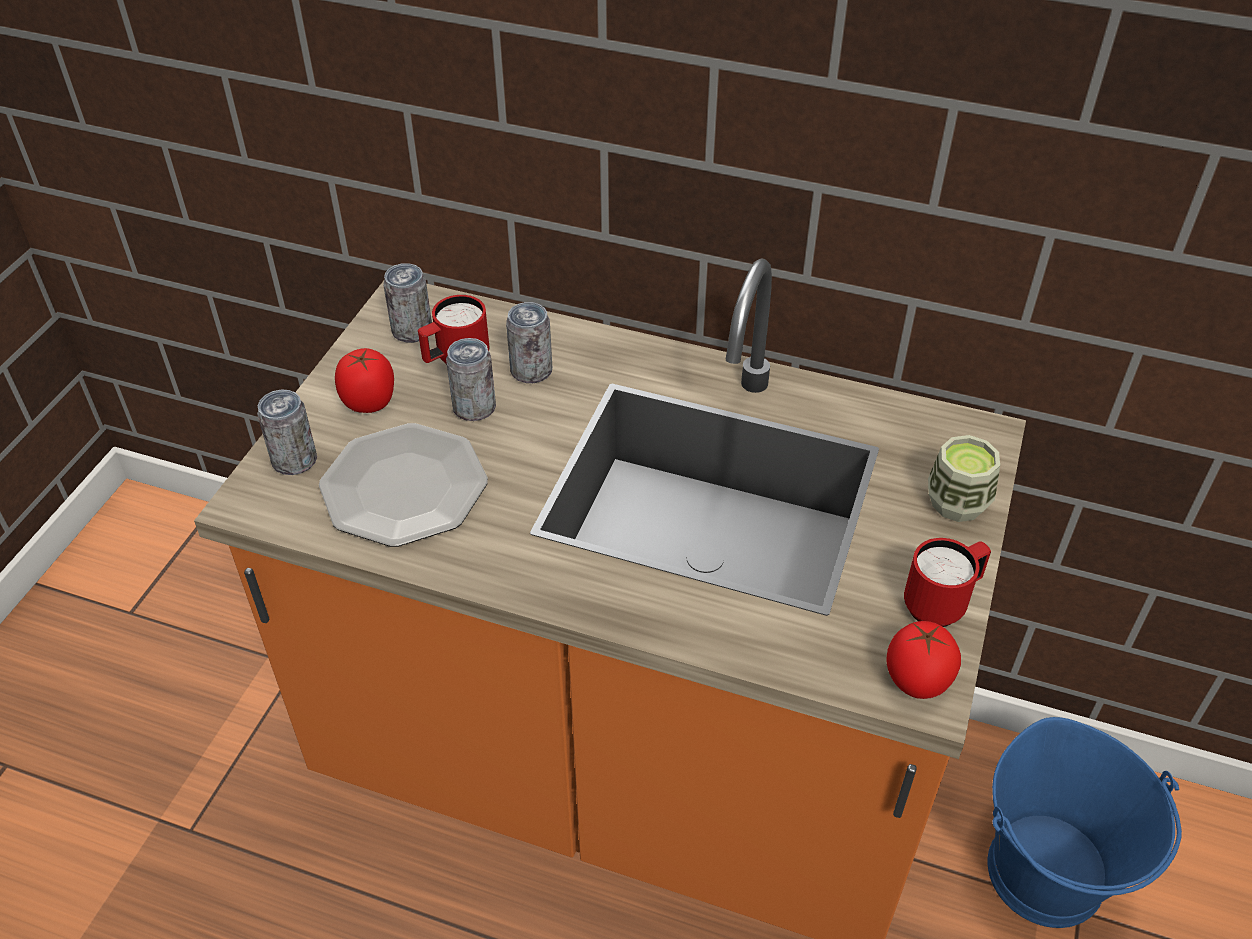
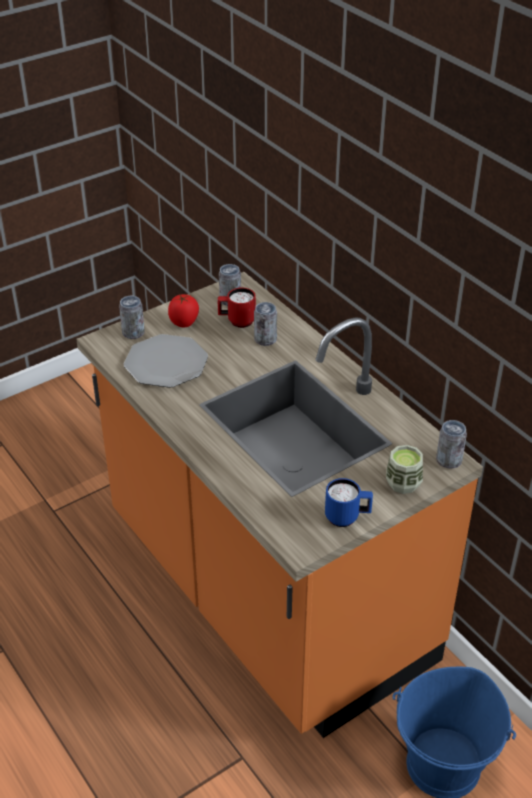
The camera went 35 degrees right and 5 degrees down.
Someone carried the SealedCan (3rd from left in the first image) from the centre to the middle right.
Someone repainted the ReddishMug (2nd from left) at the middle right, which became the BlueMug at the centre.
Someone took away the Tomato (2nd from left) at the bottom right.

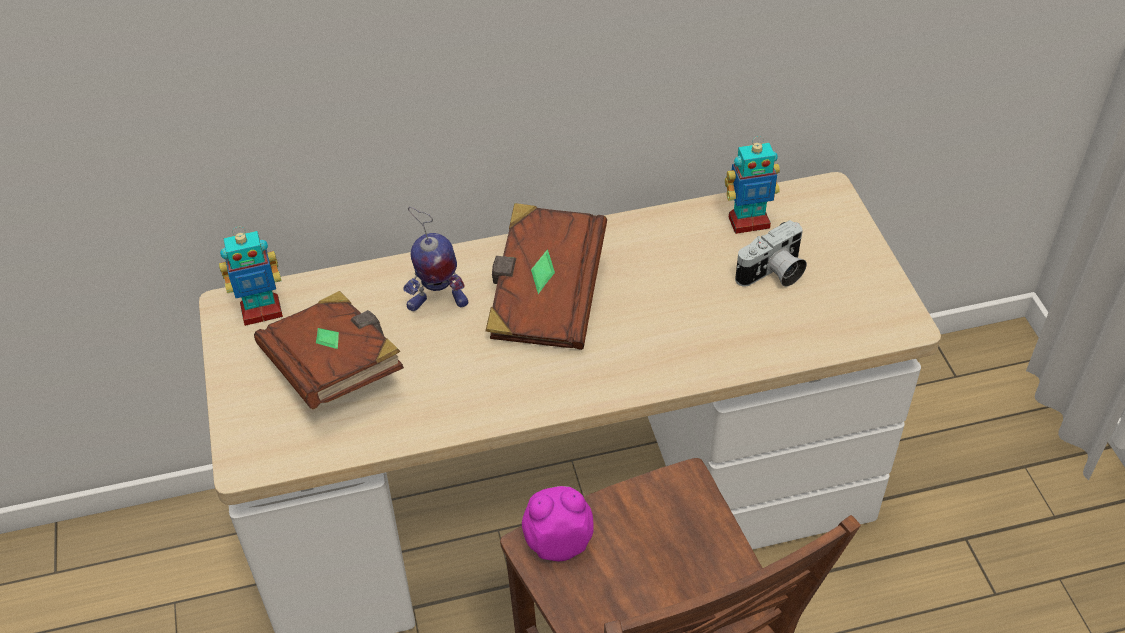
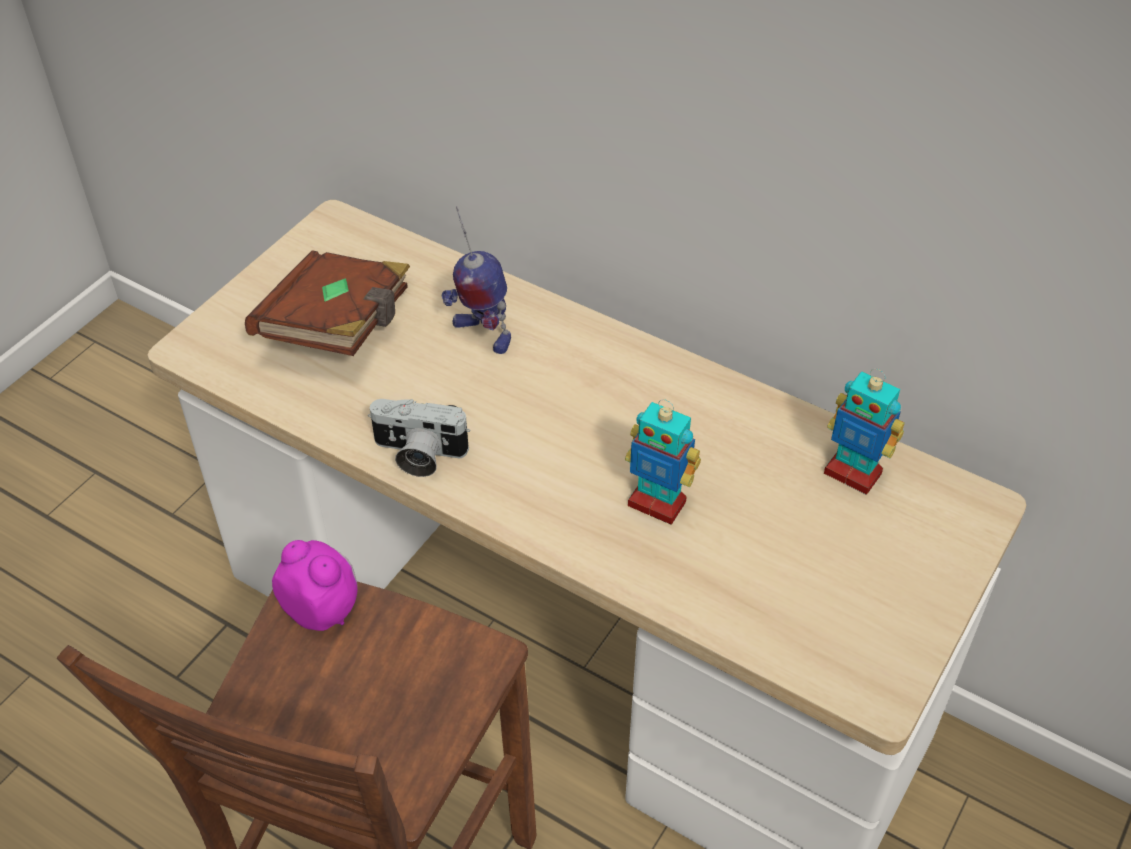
The camera went 45 degrees right and 0 degrees up.
Someone took away the BrownColouredBoundBook (2nd from left) at the centre.
Someone carried the PhotoCamera from the middle right to the centre.
Someone carried the RobotFigure (1st from left in the first image) from the middle left to the centre.

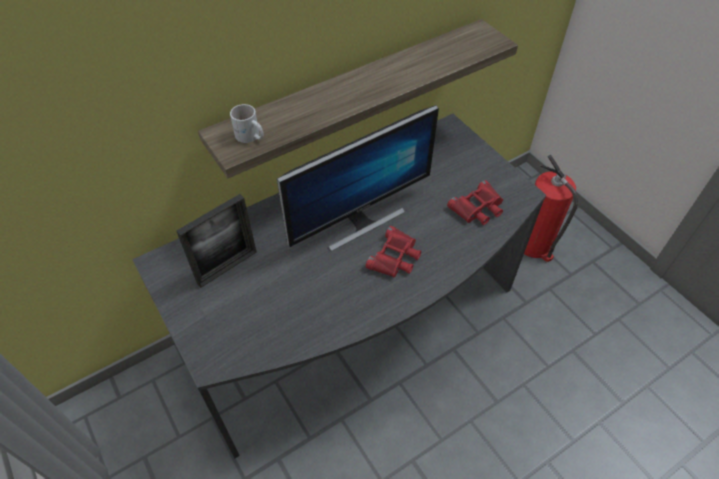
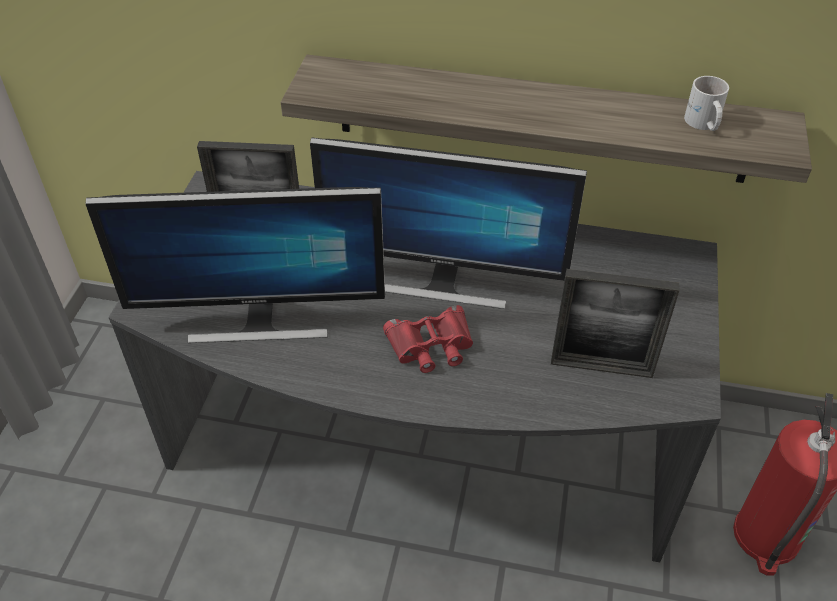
The camera went 45 degrees right and 5 degrees down.
Someone carried the WhitishMug from the top centre to the top right.
Someone swapped the ReddishFieldGlasses (2nd from left) at the centre for the PictureFrame (2nd from left) at the middle right.
Someone put down the ComputerDisplay (1st from left) at the middle left.

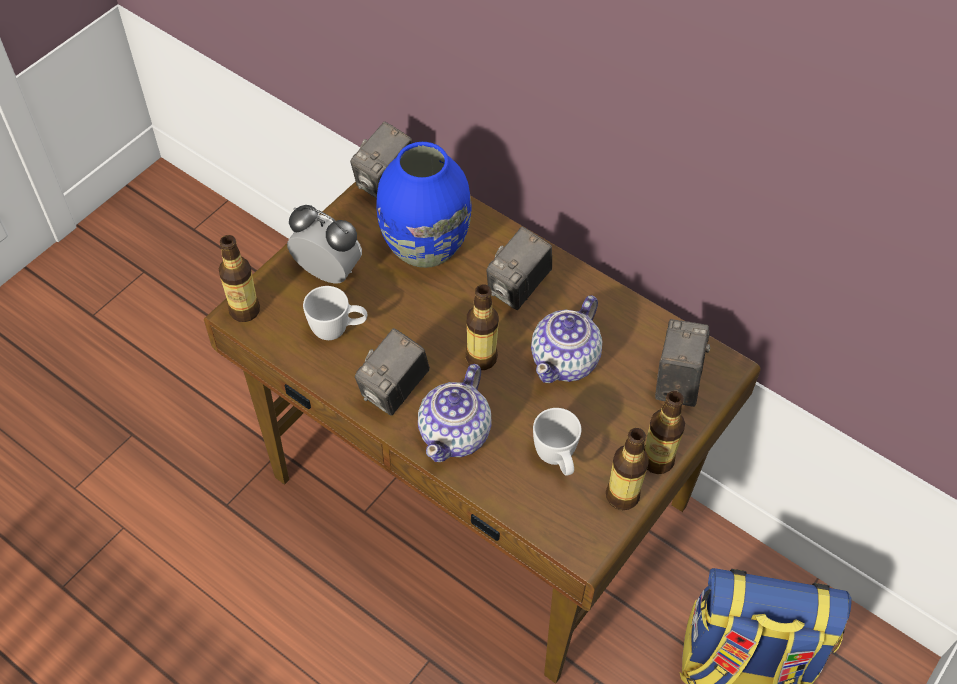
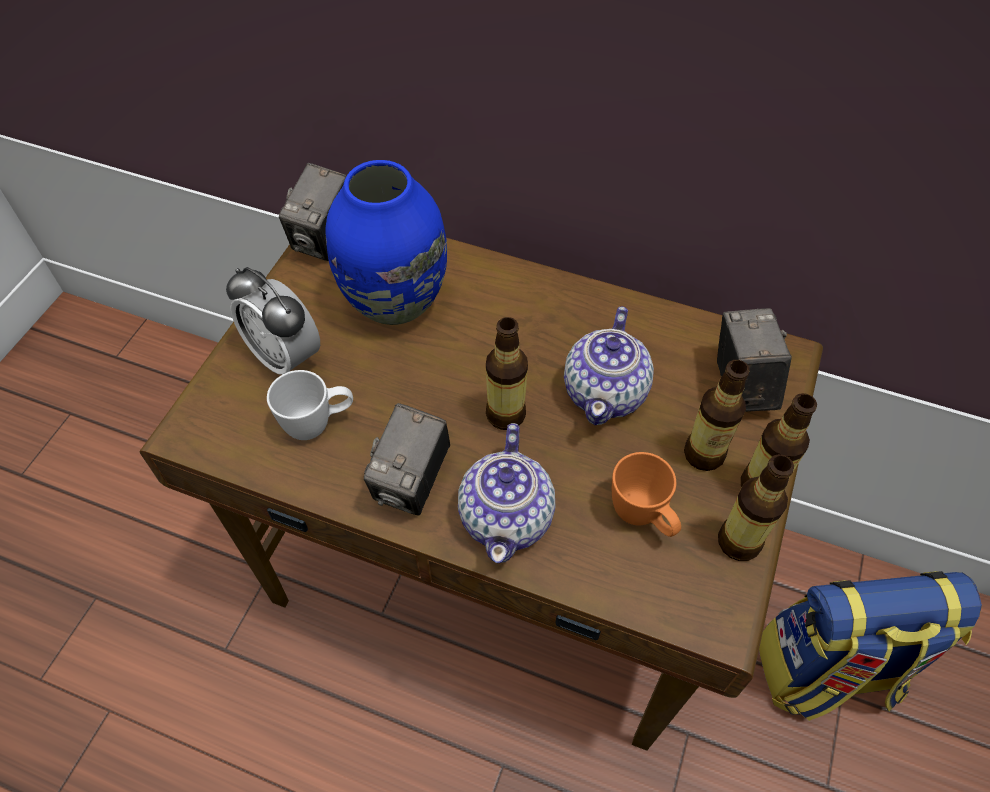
The camera went 15 degrees left and 0 degrees up.
Someone rotated the TableClock at the centre by 150 degrees counterclockwise.
Someone took away the PhotoCamera (3rd from left) at the centre.
Someone carried the Bottle (1st from left in the first image) from the middle left to the middle right.
Someone repainted the WhitishMug (2nd from left) at the centre, which became the OrangeyMug at the centre.

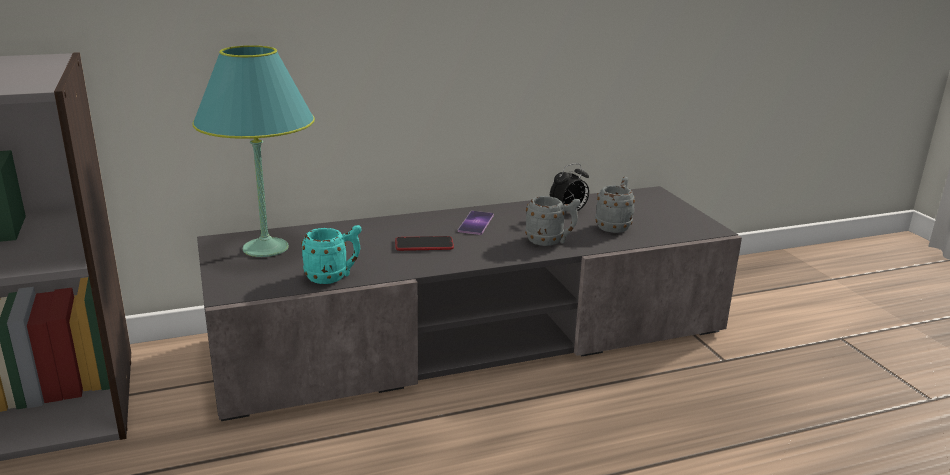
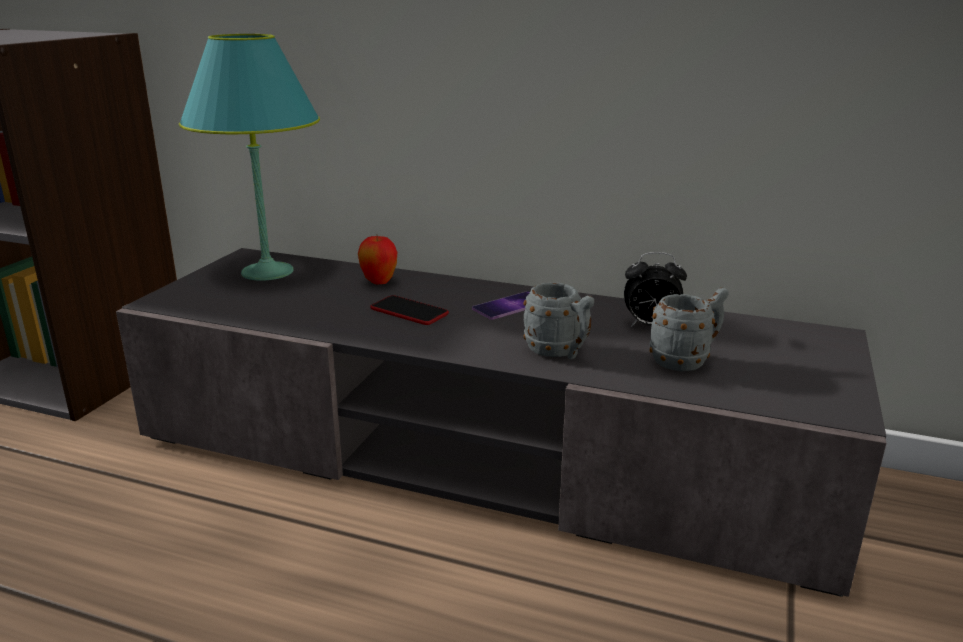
The camera went 40 degrees right and 0 degrees up.
Someone took away the TurquoiseMug at the centre.
Someone put down the Apple at the centre.

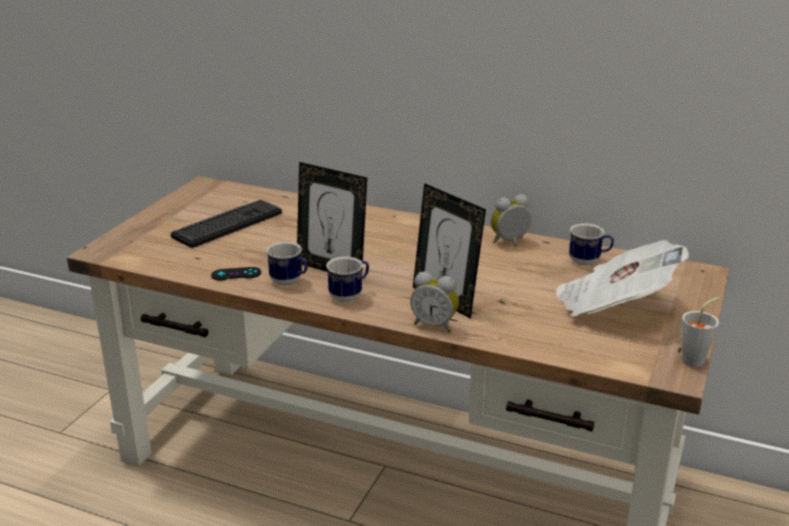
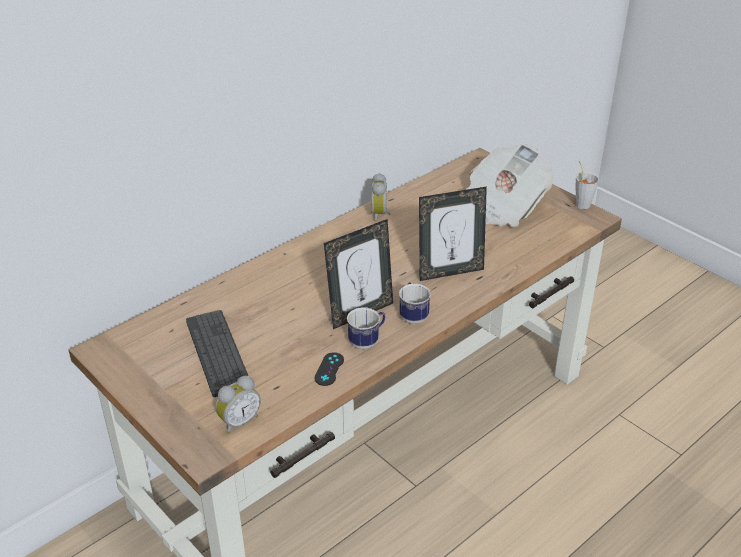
The camera went 65 degrees left and 10 degrees up.
Someone took away the Mug (3rd from left) at the middle right.
Someone carried the TableClock (1st from left) from the centre to the bottom left.

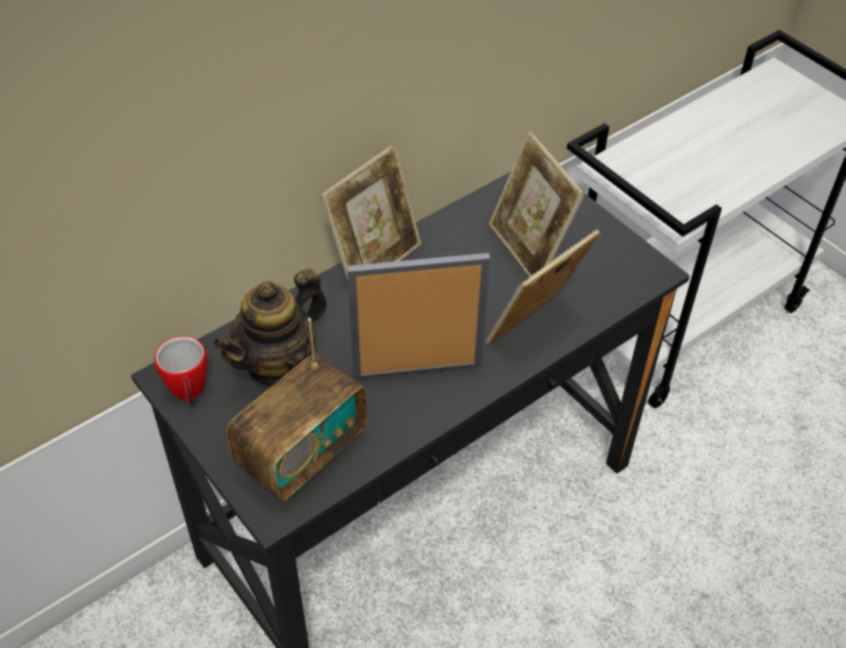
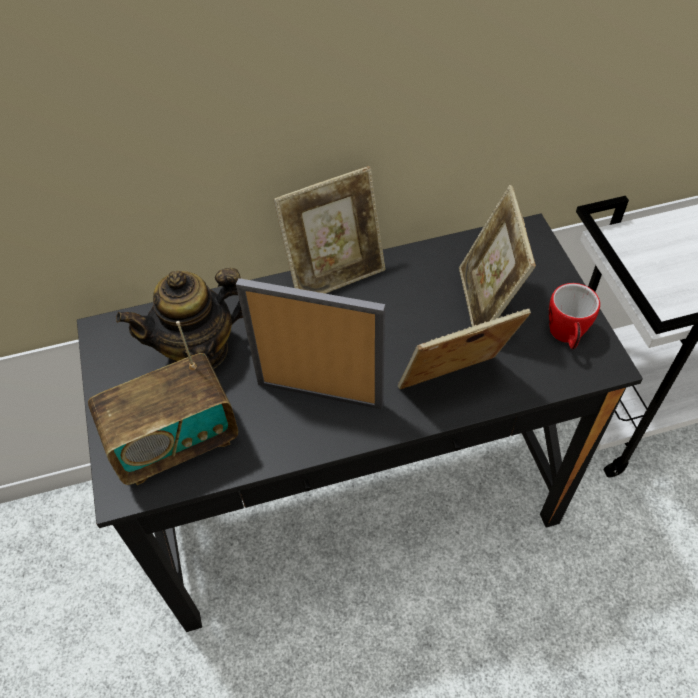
The camera went 25 degrees right and 5 degrees up.
Someone carried the Mug from the middle left to the middle right.

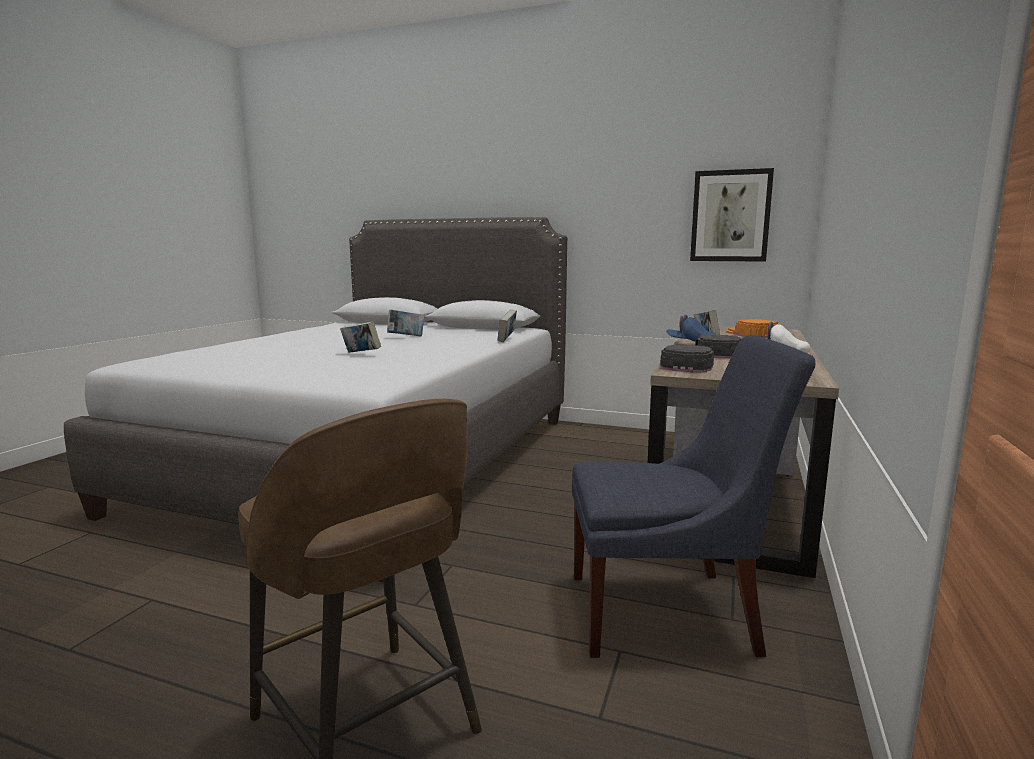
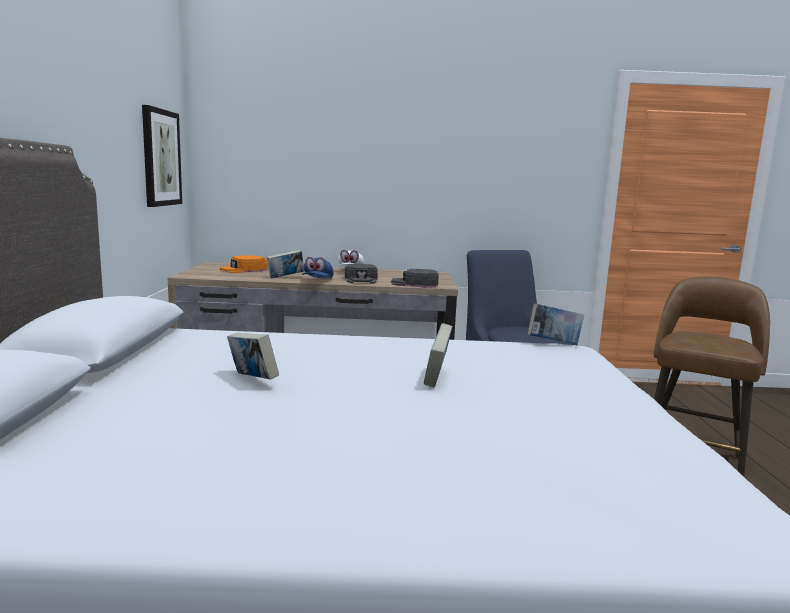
The camera went 110 degrees left and 0 degrees up.
Someone carried the BoundBook (3rd from left in the first image) from the centre to the middle right.

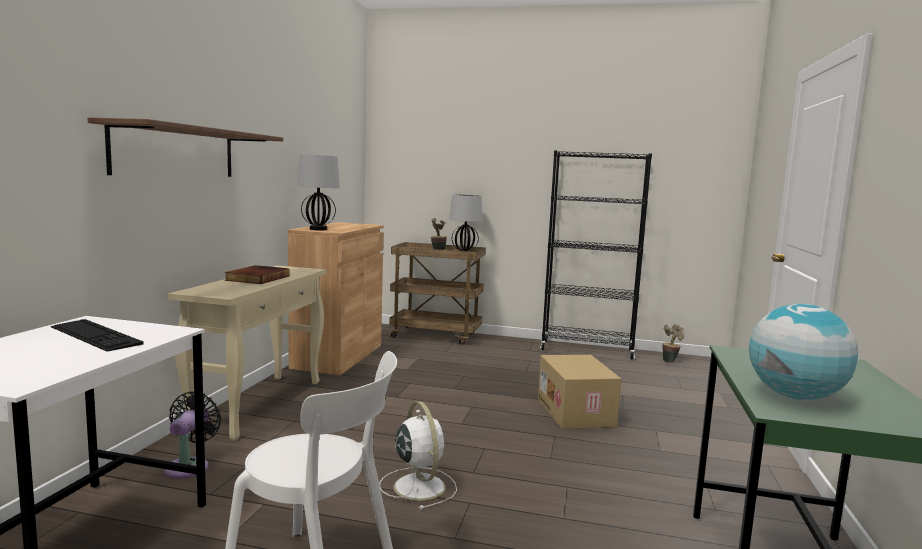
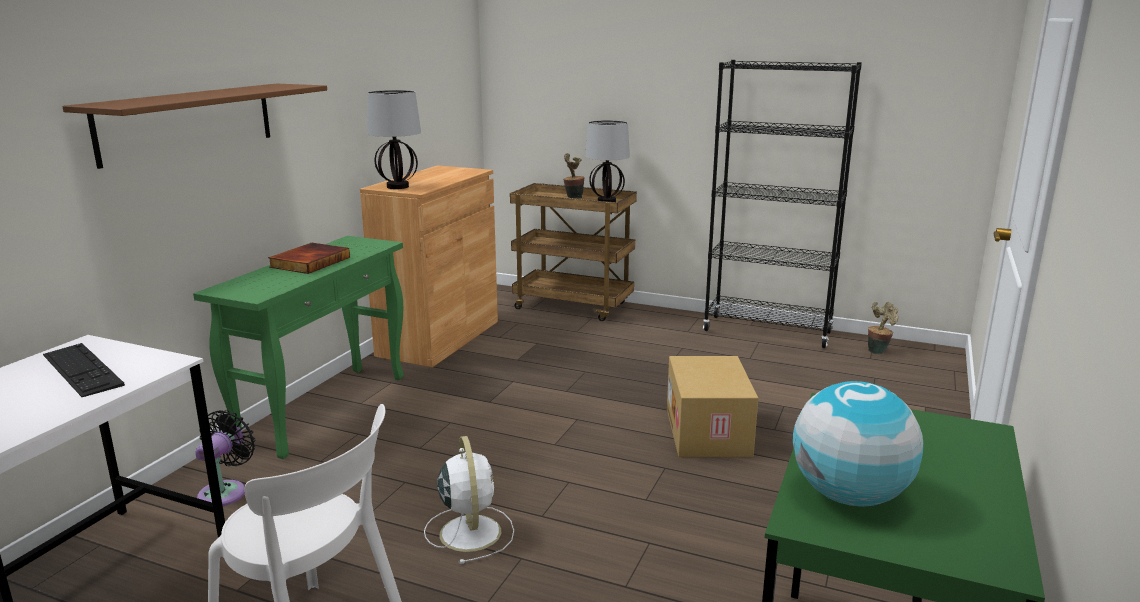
The camera went 10 degrees right and 10 degrees up.
Someone repainted the SandColouredNarrowTable at the middle left, which became the GreenColouredNarrowTable at the middle left.

